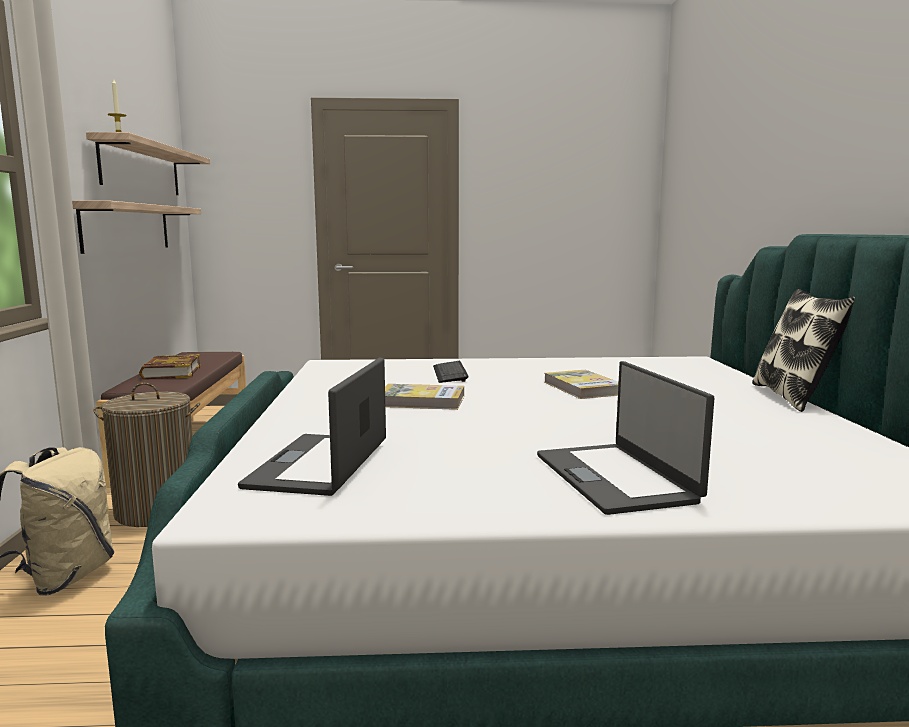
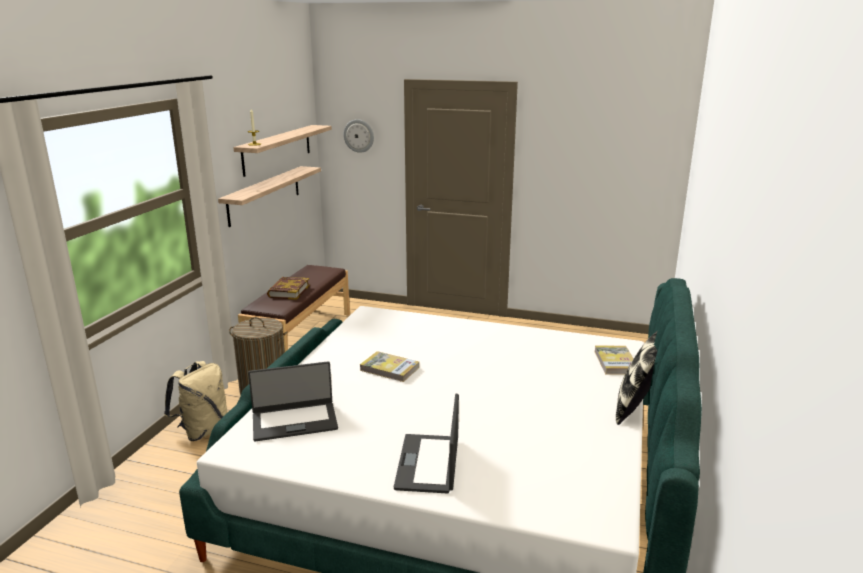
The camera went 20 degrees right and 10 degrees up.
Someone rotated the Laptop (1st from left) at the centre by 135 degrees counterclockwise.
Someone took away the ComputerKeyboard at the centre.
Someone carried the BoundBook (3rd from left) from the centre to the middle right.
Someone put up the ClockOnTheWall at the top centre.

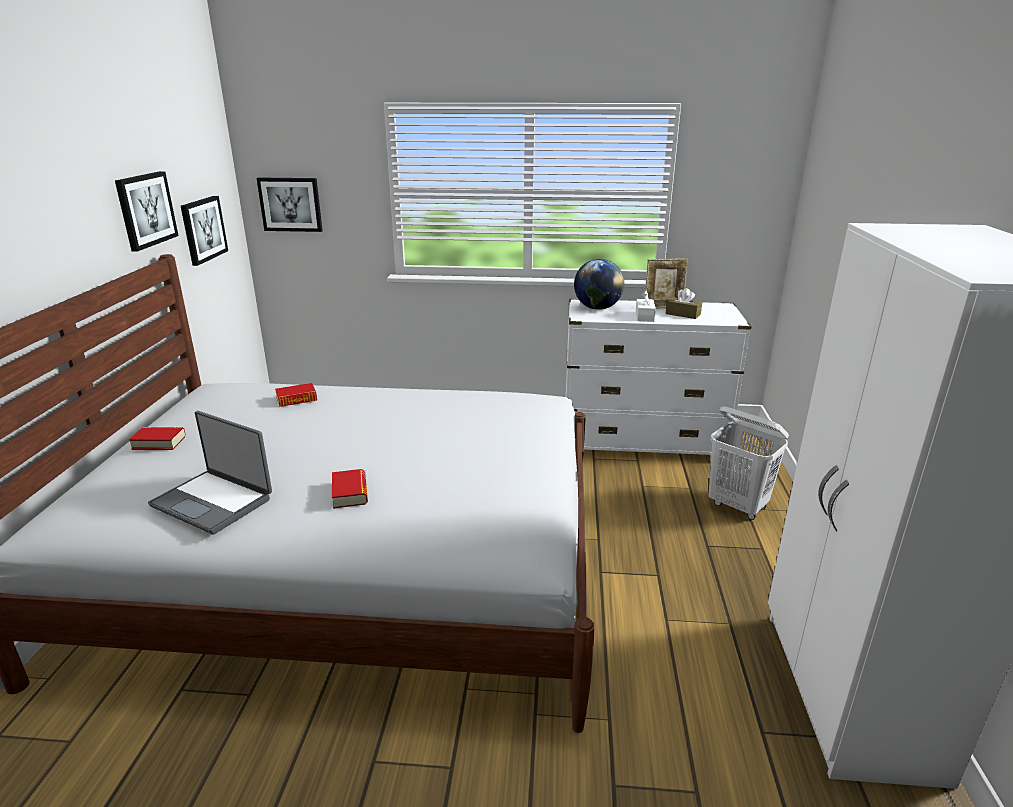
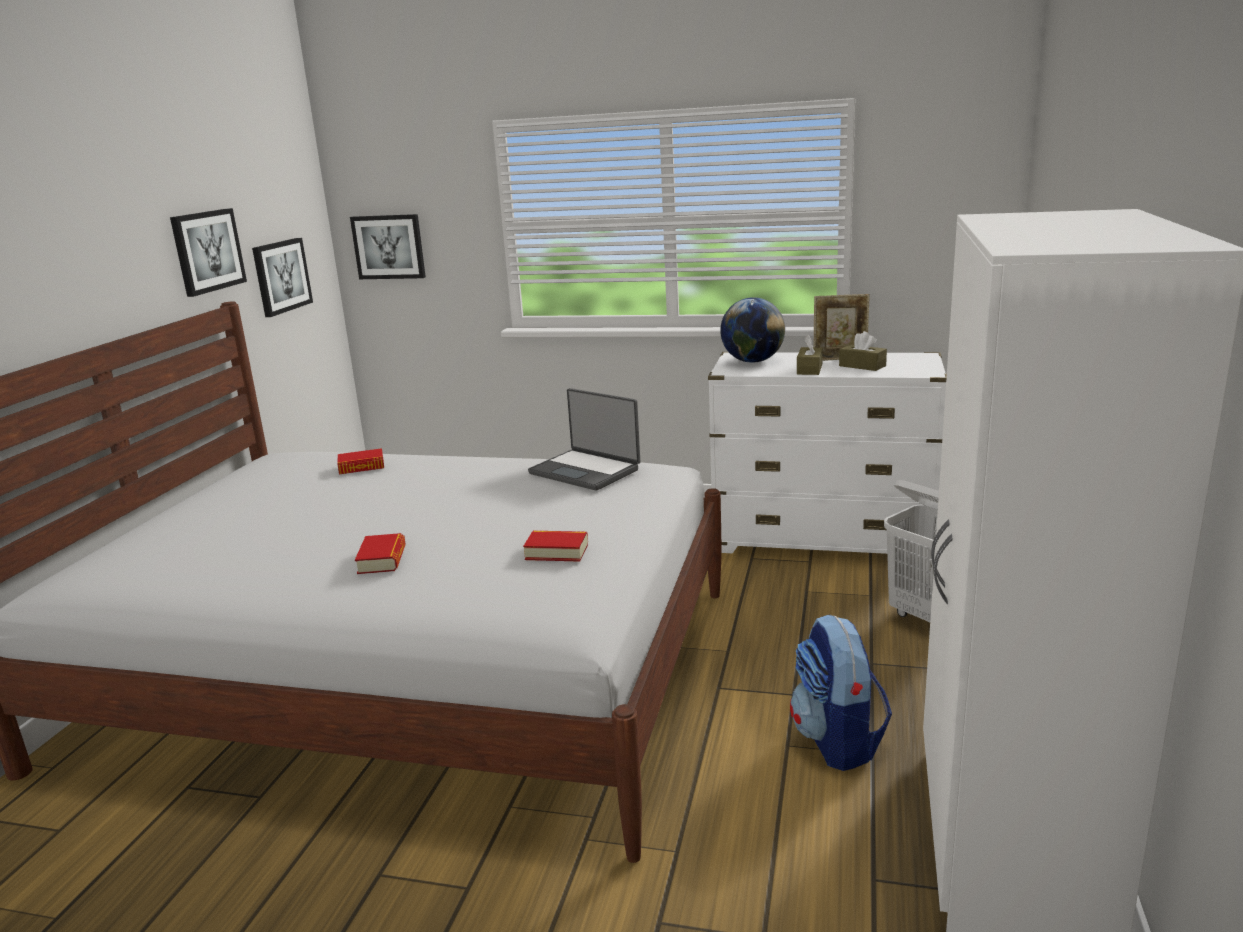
The camera went 10 degrees right and 5 degrees down.
Someone repainted the WhitishTissueBox at the centre, which became the BrownColouredTissueBox (1st from left) at the centre.
Someone carried the Laptop from the middle left to the centre.
Someone carried the BoundBook (1st from left in the first image) from the middle left to the centre.
Someone put down the Knapsack at the bottom right.

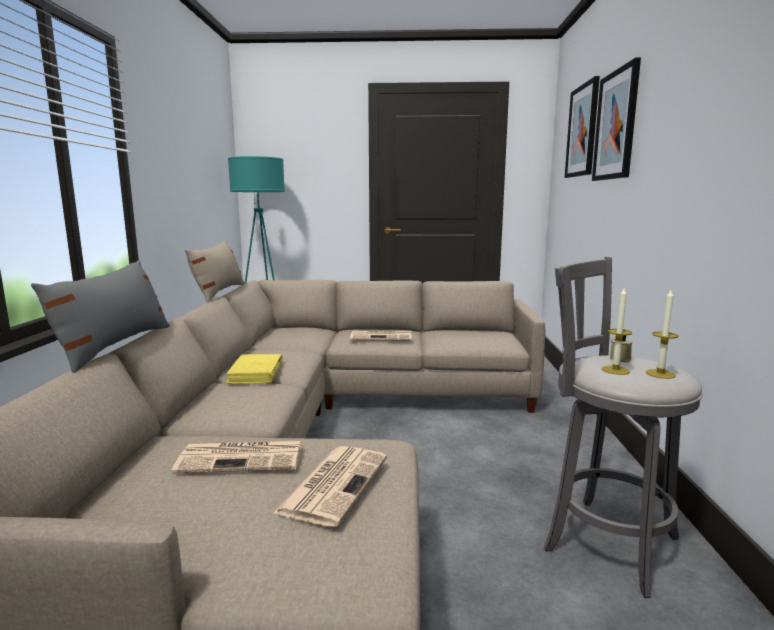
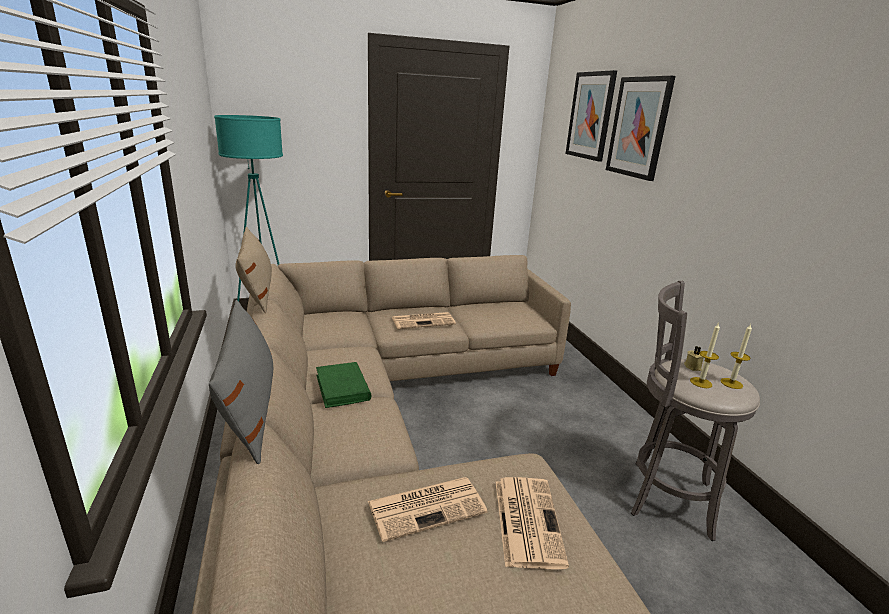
The camera went 20 degrees left and 10 degrees up.
Someone repainted the YellowishBoundBook at the middle left, which became the GreenColouredBoundBook at the centre.

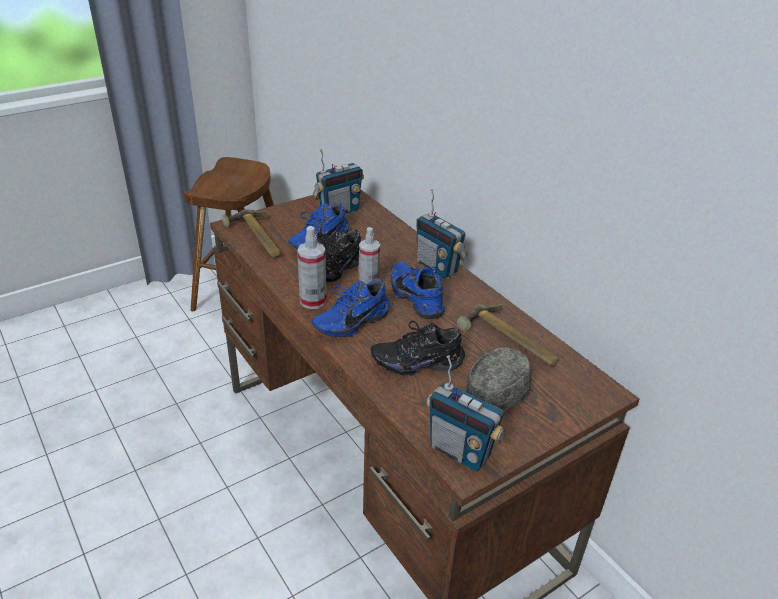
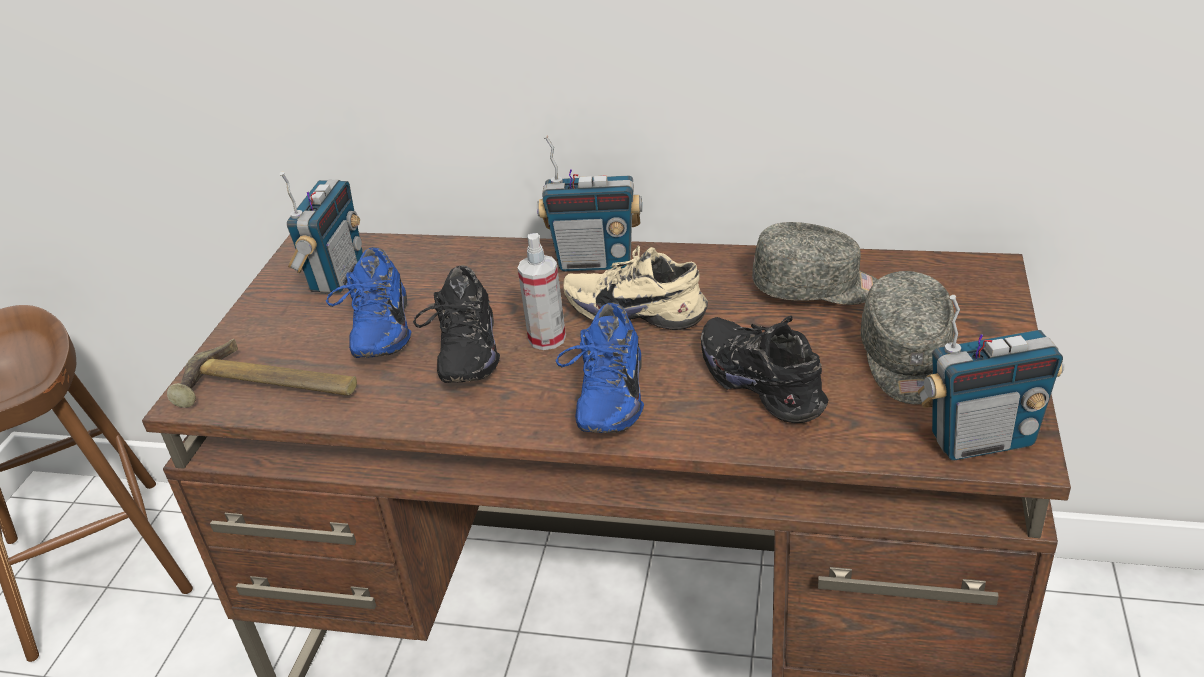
The camera went 40 degrees left and 0 degrees up.
Someone took away the HandSprayer (1st from left) at the centre.
Someone repainted the BlueItemOfFootwear (3rd from left) at the centre, which became the SandColouredItemOfFootwear at the centre.
Someone swapped the ToolHammer (2nd from left) at the centre for the GrayCap (1st from left) at the middle right.
Someone rotated the BlackishItemOfFootwear (2nd from left) at the centre by 105 degrees clockwise.

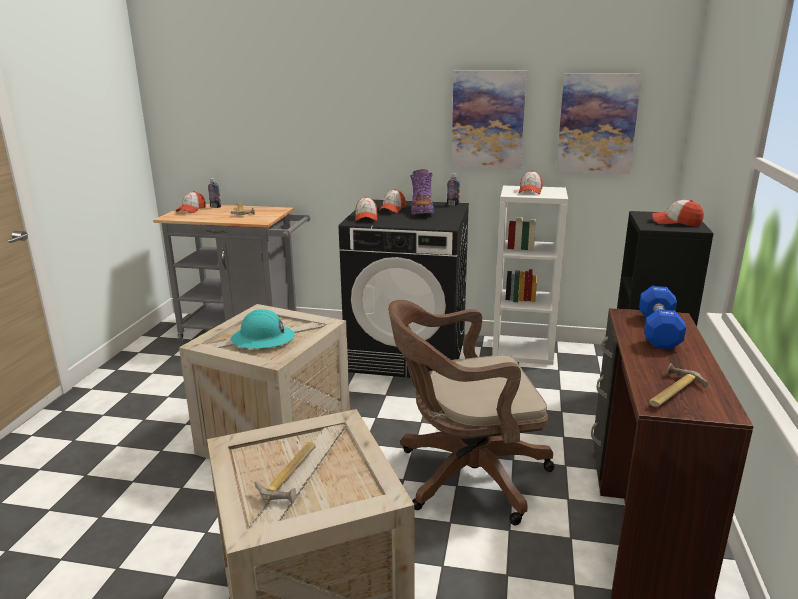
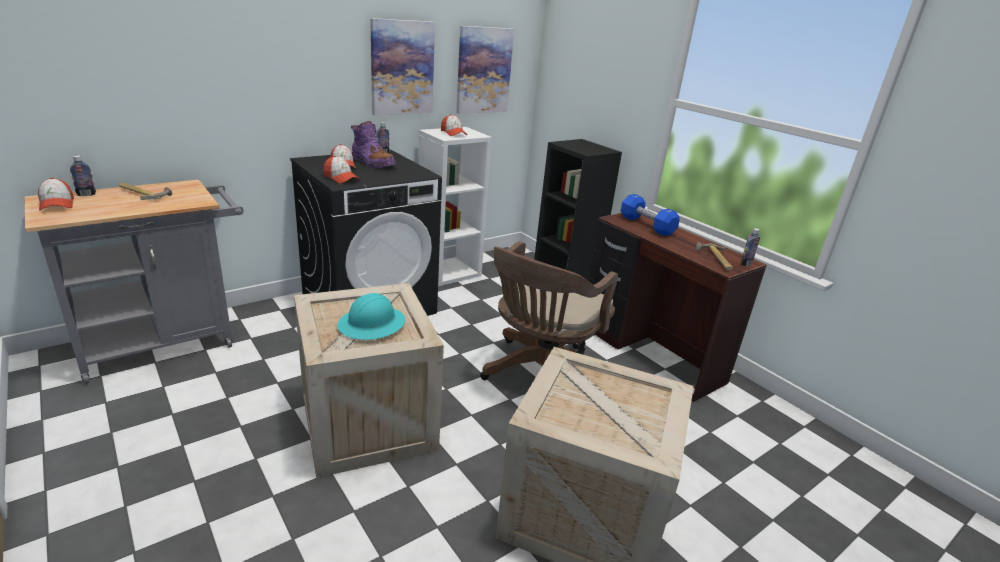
The camera went 50 degrees left and 5 degrees up.
Someone took away the Cap (5th from left) at the middle right.
Someone took away the ToolHammer (2nd from left) at the bottom centre.
Someone put down the Bottle (3rd from left) at the middle right.

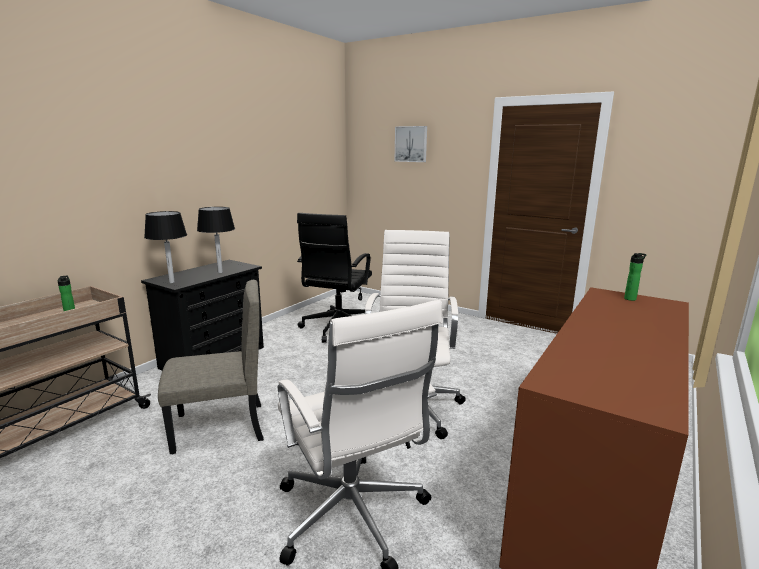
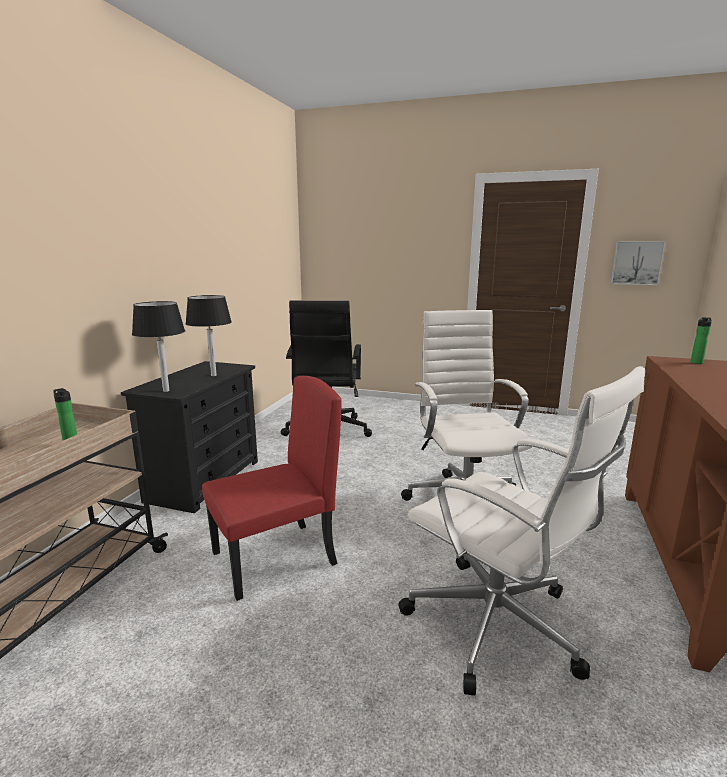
The camera went 15 degrees left and 0 degrees up.
Someone carried the Picture from the top centre to the middle right.
Someone repainted the SandColouredUprightChair at the middle left, which became the ReddishUprightChair at the centre.

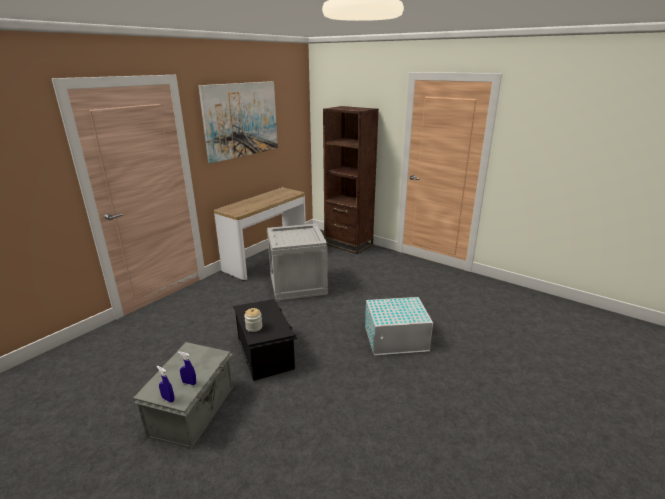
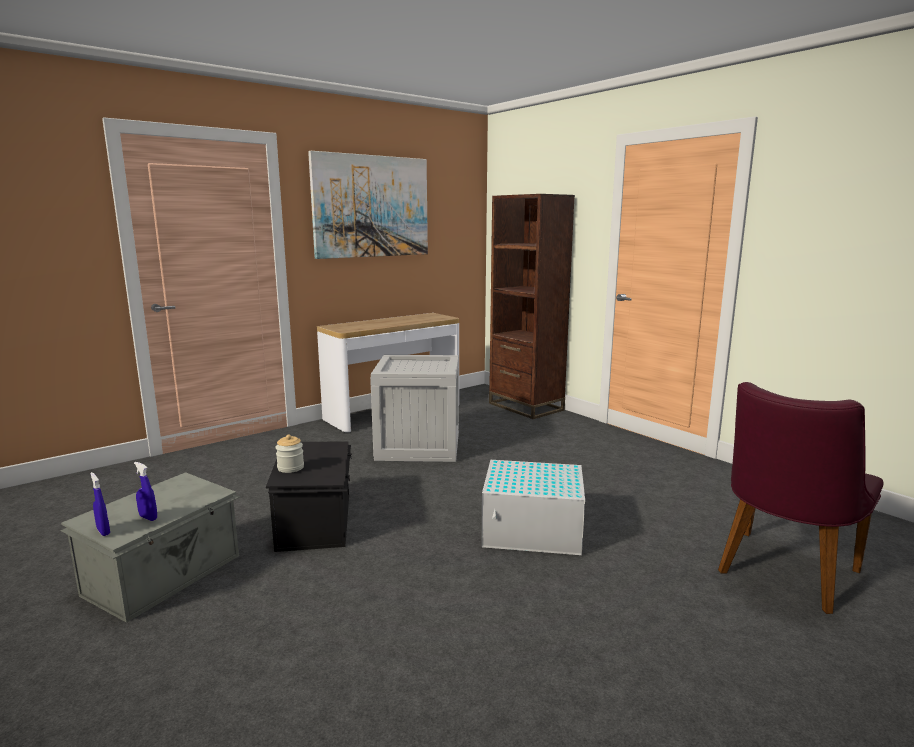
The camera went 15 degrees right and 10 degrees down.
Someone put down the PurpleColouredUprightChair at the bottom right.

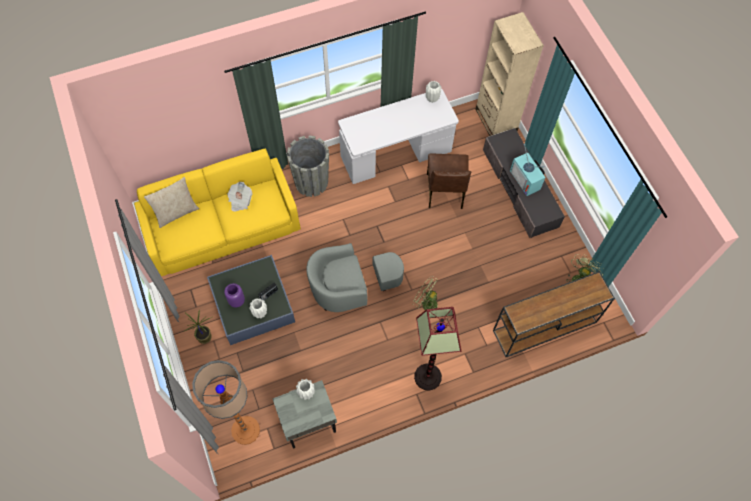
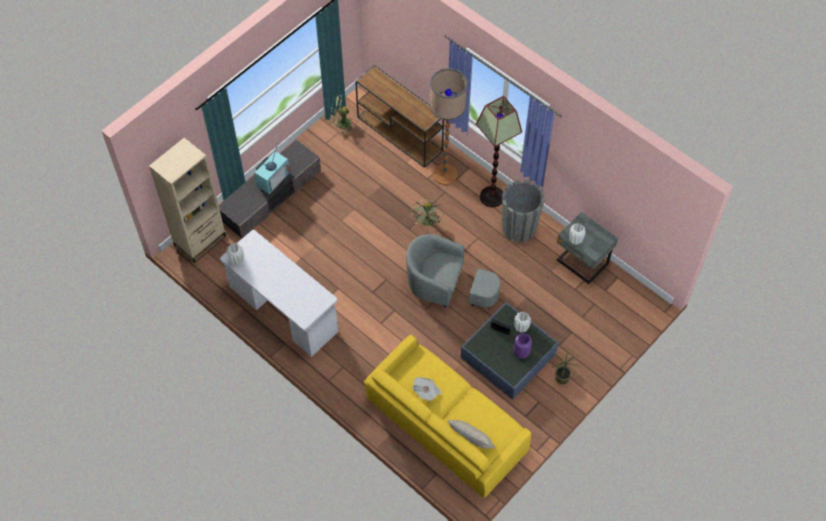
The camera went 115 degrees left and 5 degrees down.
Someone carried the GrayPlanter from the top centre to the centre.
Someone took away the BrownColouredUprightChair at the centre.
Someone rotated the GrayArmchair at the centre by 150 degrees clockwise.
Someone carried the StandardLamp (1st from left) from the bottom left to the top centre.

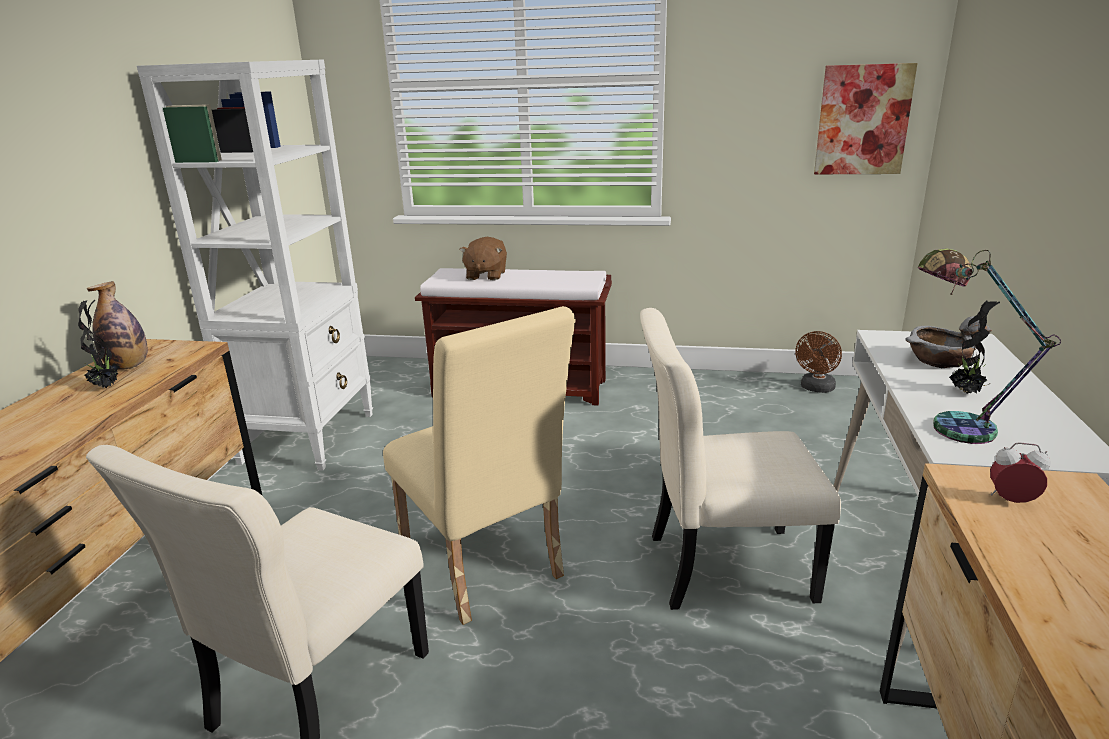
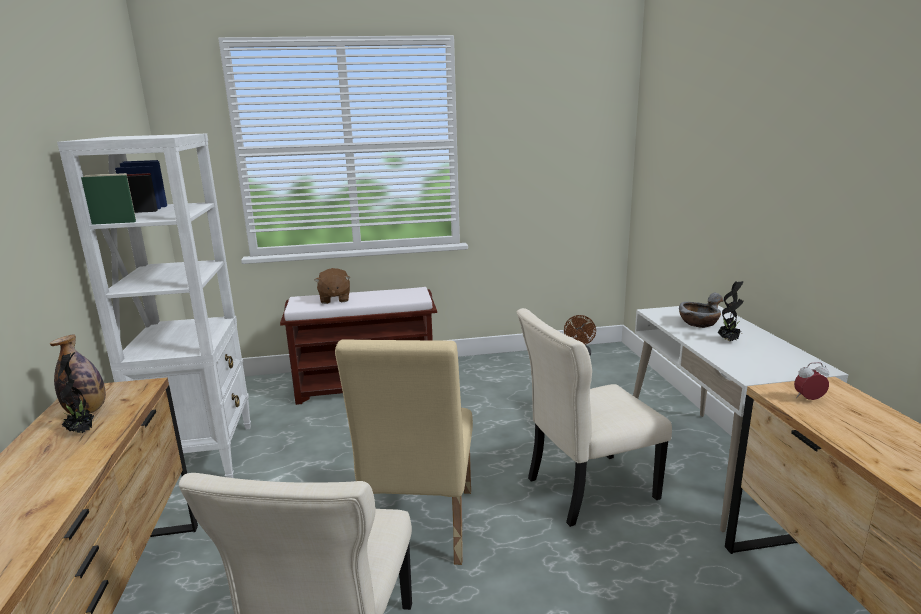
The camera went 20 degrees left and 5 degrees down.
Someone took away the Picture at the top right.
Someone took away the LampForATable at the middle right.
Someone rotated the SandColouredUprightChair (2nd from left) at the centre by 60 degrees clockwise.

